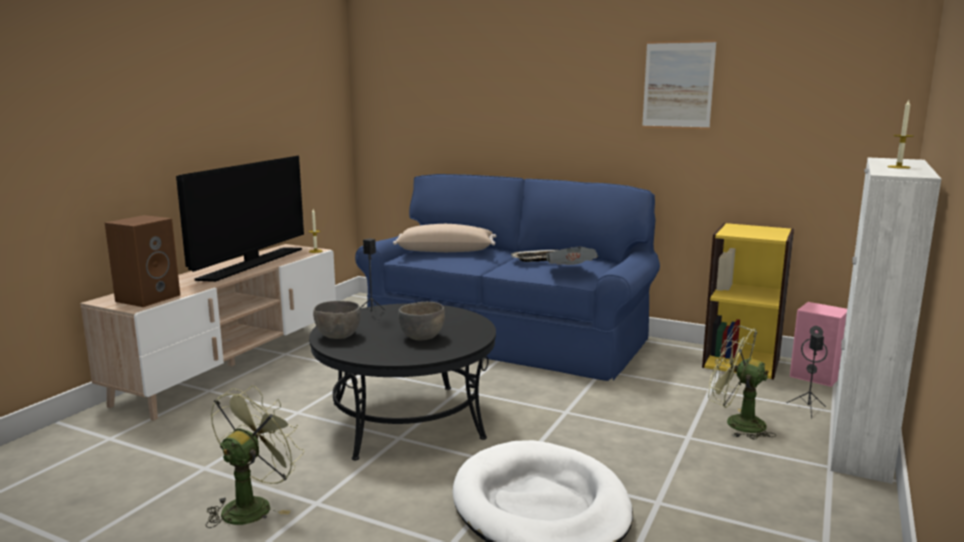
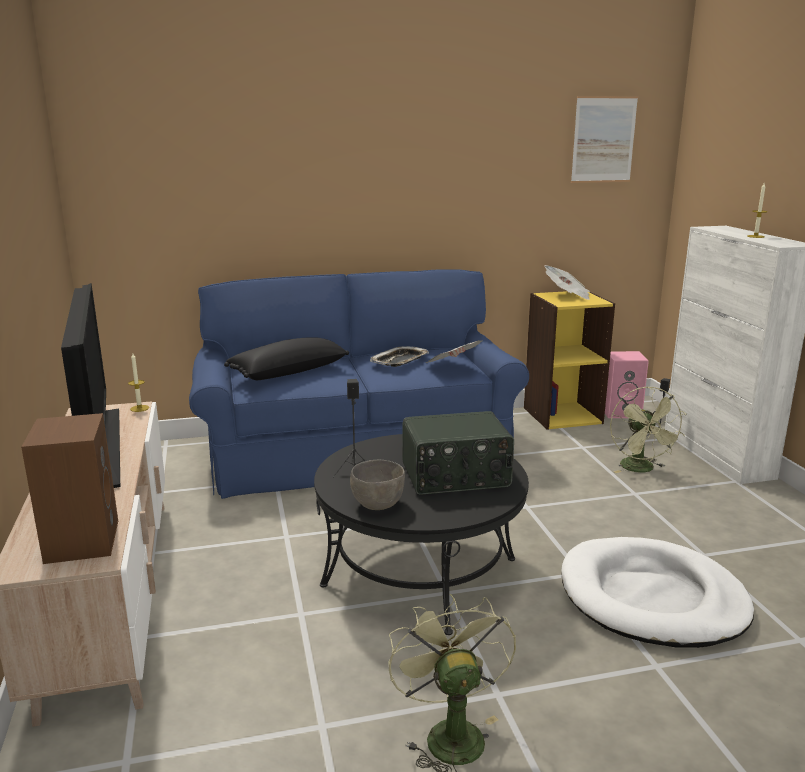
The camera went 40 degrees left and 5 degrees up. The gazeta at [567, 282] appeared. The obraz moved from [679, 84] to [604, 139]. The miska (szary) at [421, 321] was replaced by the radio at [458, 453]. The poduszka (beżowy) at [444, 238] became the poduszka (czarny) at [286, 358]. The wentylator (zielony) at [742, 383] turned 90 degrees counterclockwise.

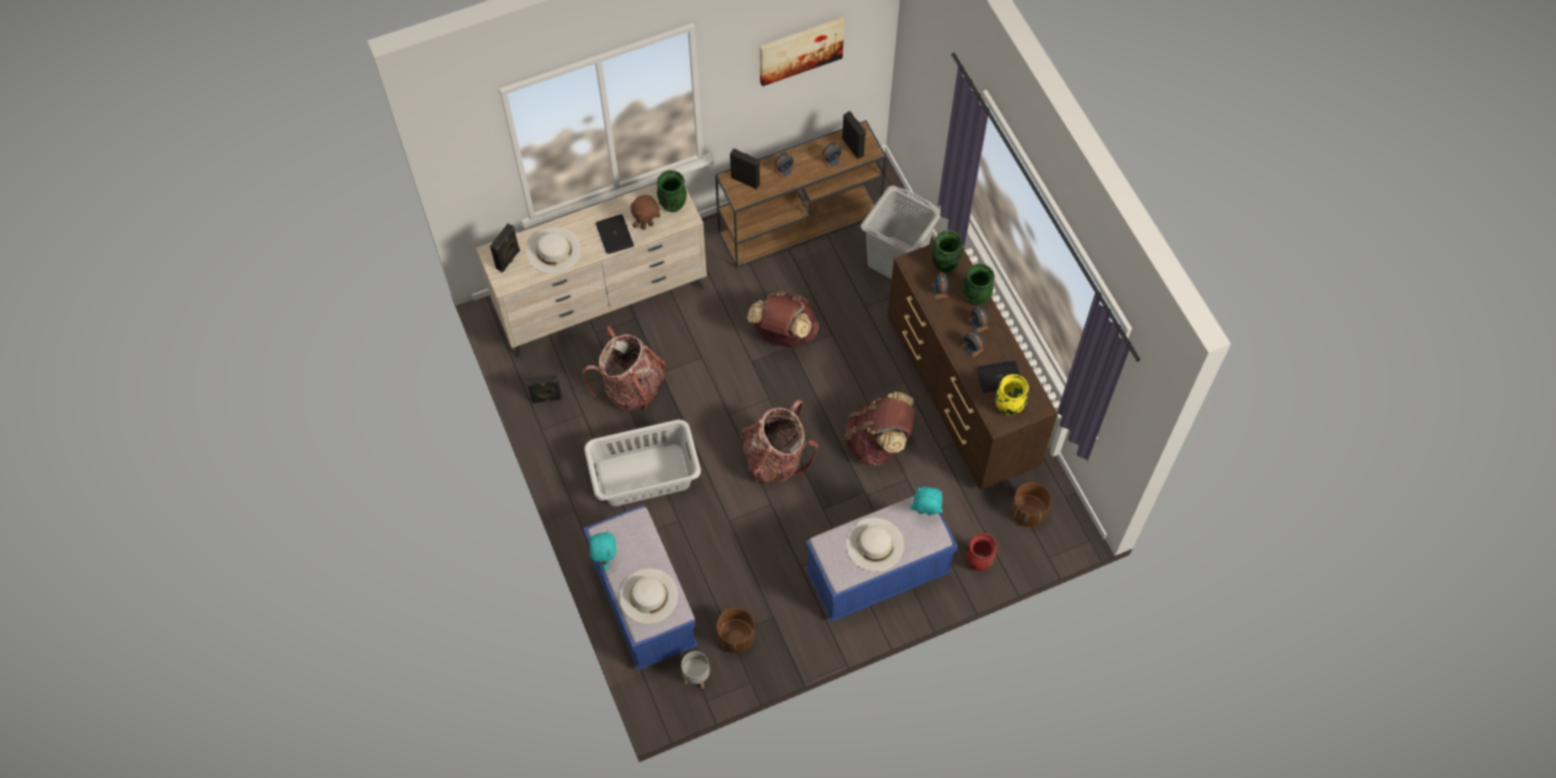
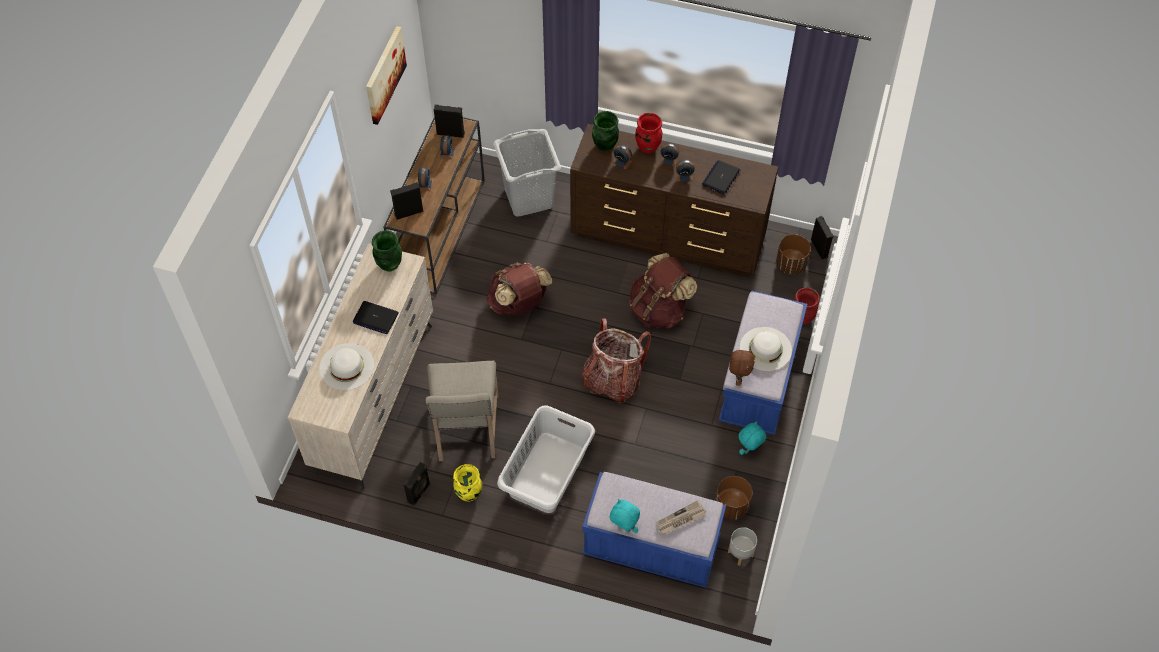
The camera went 50 degrees left and 5 degrees down. The głośnik (czarny) moved from [505, 248] to [822, 237]. The pluszak (brązowy) moved from [646, 212] to [742, 367]. The pluszak (turkusowy) moved from [927, 500] to [752, 438]. The wazon (żółty) moved from [1012, 395] to [467, 483]. The plecak at [624, 368] was replaced by the krzesło (beżowy) at [462, 411]. The kapelusz (biały) at [649, 596] was replaced by the gazeta at [681, 517]. The wazon (zielony) at [979, 284] became the wazon (czerwony) at [648, 133].

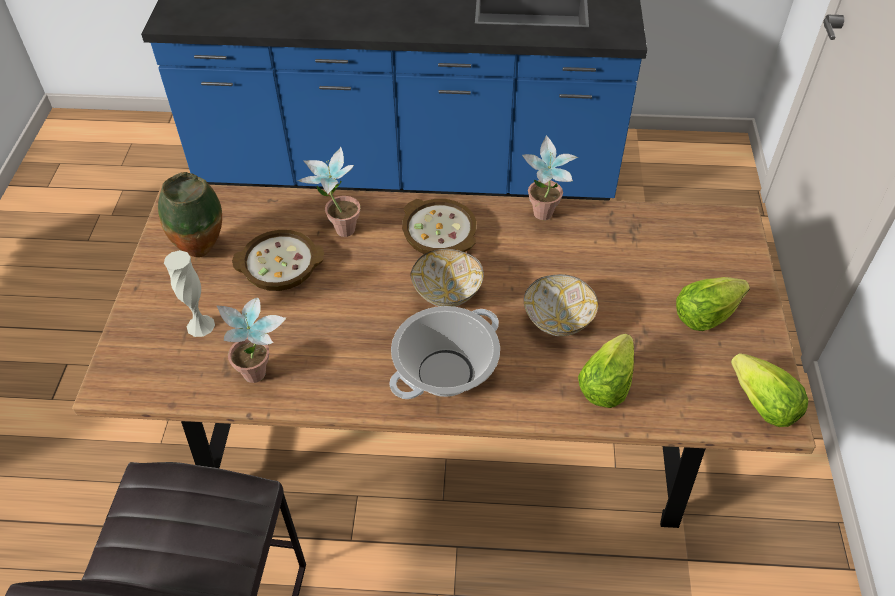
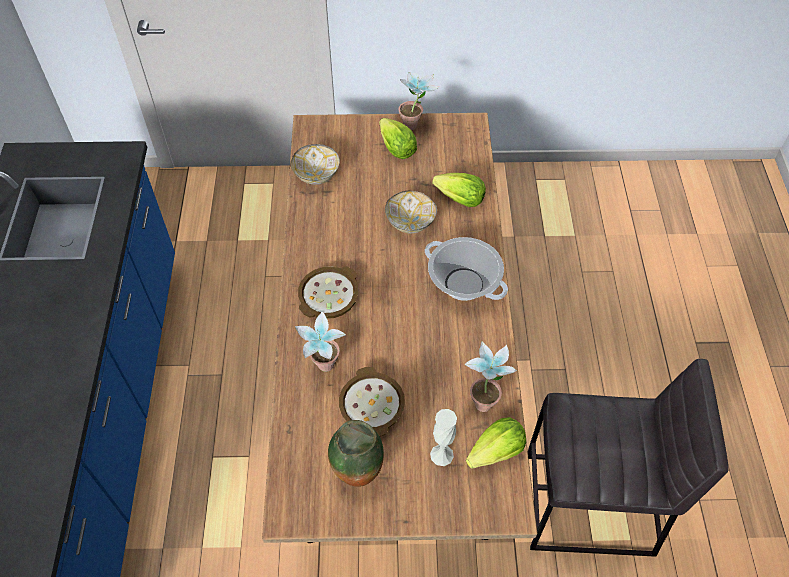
The camera went 95 degrees left and 5 degrees up. The miska moved from [447, 278] to [315, 164]. The roślina doniczkowa moved from [550, 177] to [419, 101]. The sałata moved from [769, 390] to [496, 443].

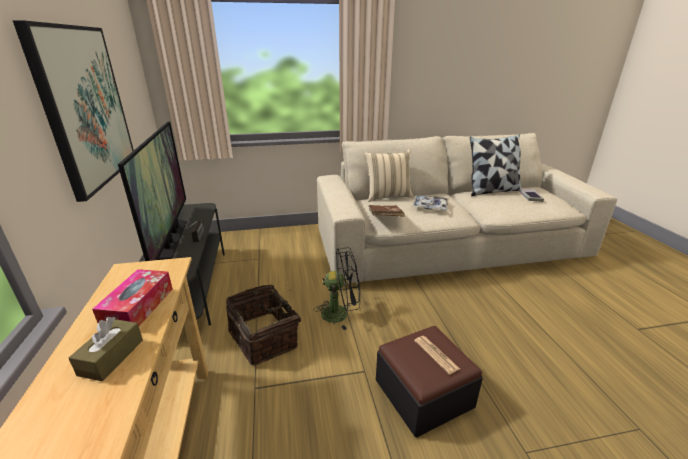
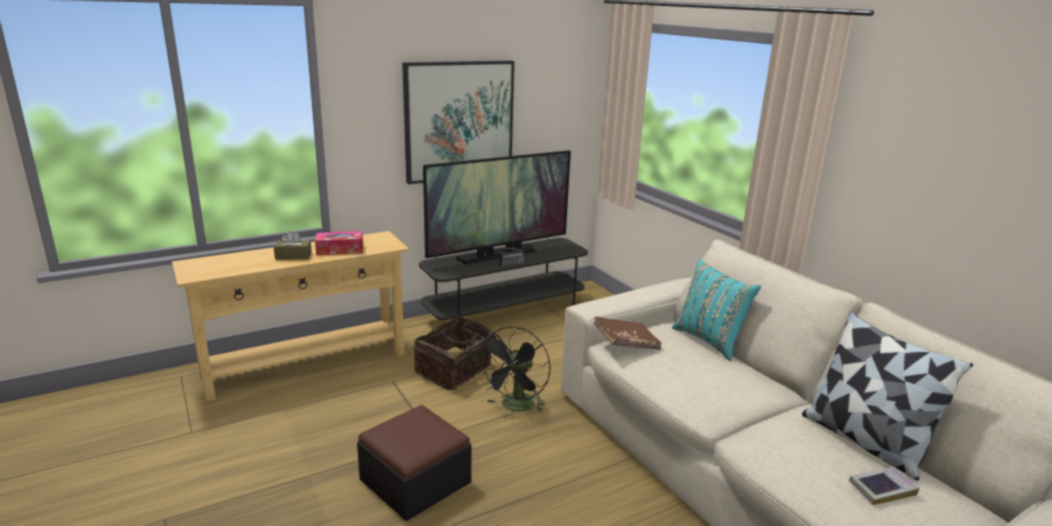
The camera went 70 degrees right and 5 degrees down. The taca at [430, 202] disappeared. The gazeta at [437, 355] disappeared. The poduszka (beżowy) at [389, 175] became the poduszka (turkusowy) at [716, 310]. The wentylator (czarny) at [336, 288] turned 45 degrees clockwise.

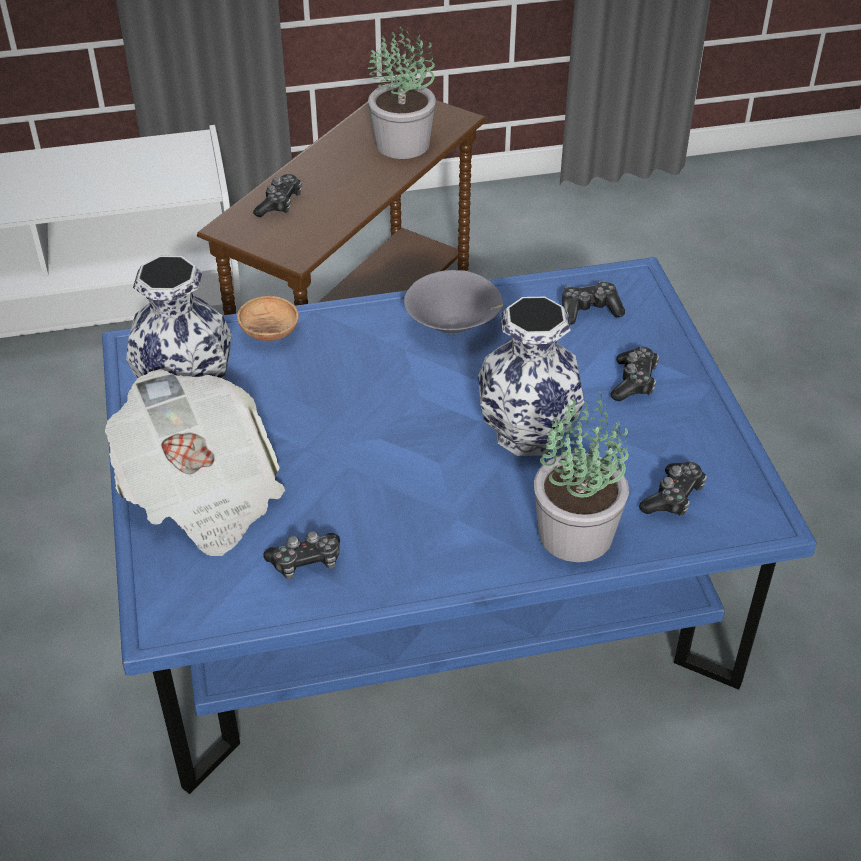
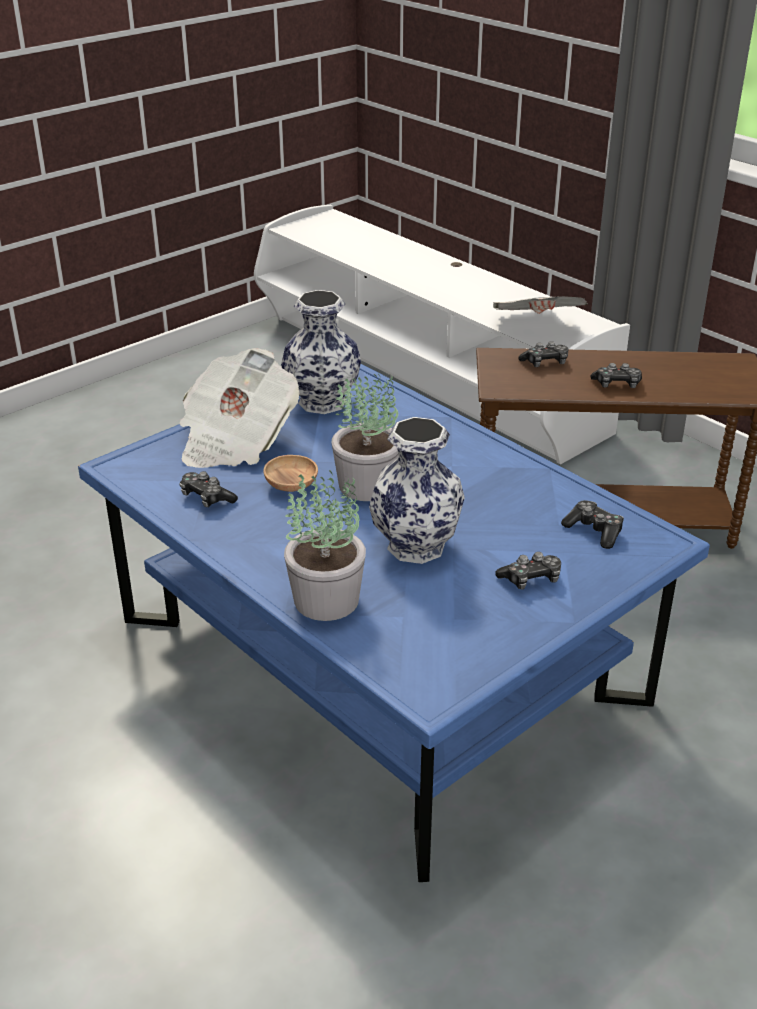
The camera went 60 degrees right and 10 degrees down. The miska (szary) at [453, 302] disappeared. The gazeta at [540, 305] appeared. The miska (brązowy) moved from [268, 318] to [290, 473]. The roślina doniczkowa moved from [402, 93] to [365, 437]. The pad do gier moved from [673, 489] to [616, 375].

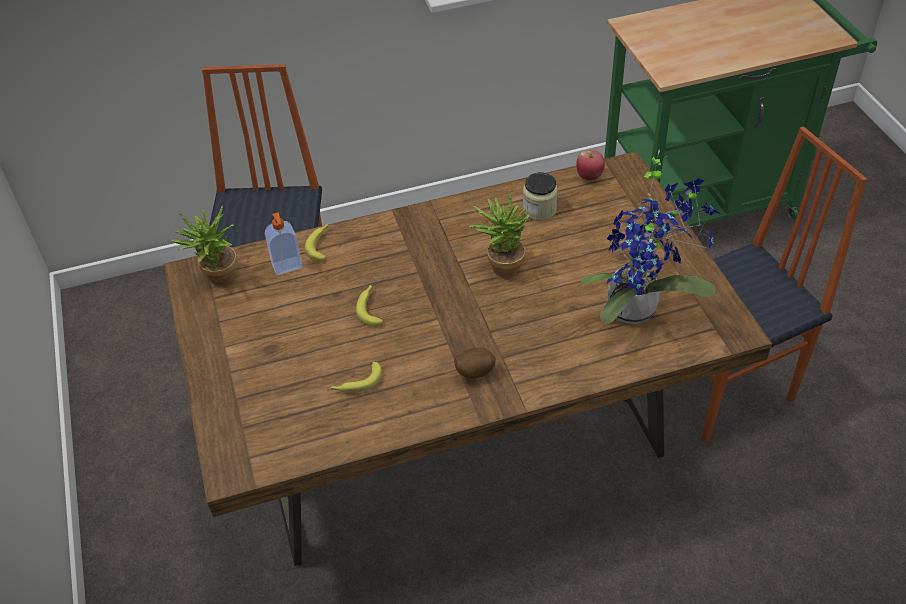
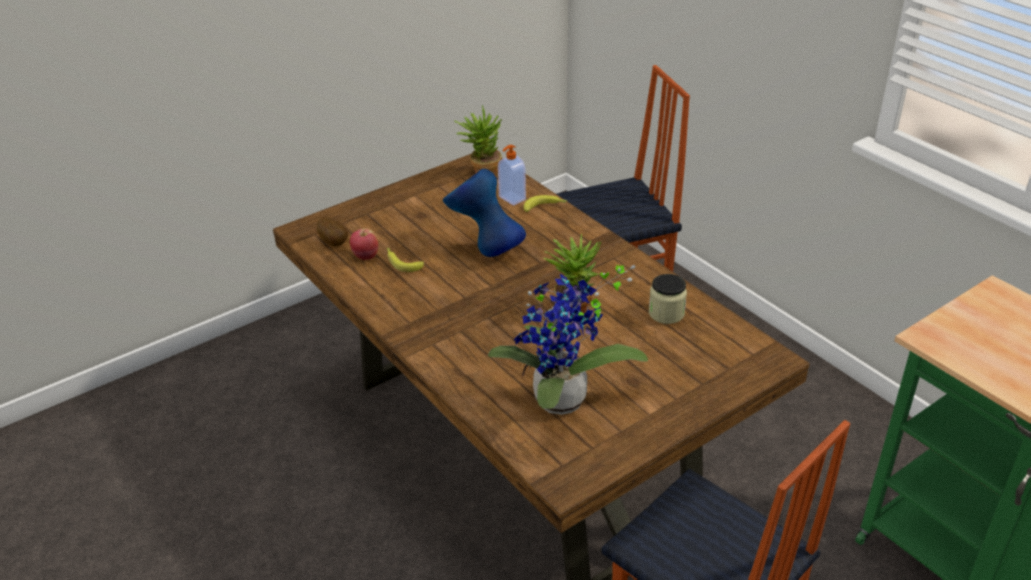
The camera went 70 degrees right and 10 degrees down. The ziemniak moved from [475, 362] to [332, 231]. The jabłko moved from [590, 166] to [364, 244]. The banan at [369, 305] was replaced by the wazon (niebieski) at [484, 213].

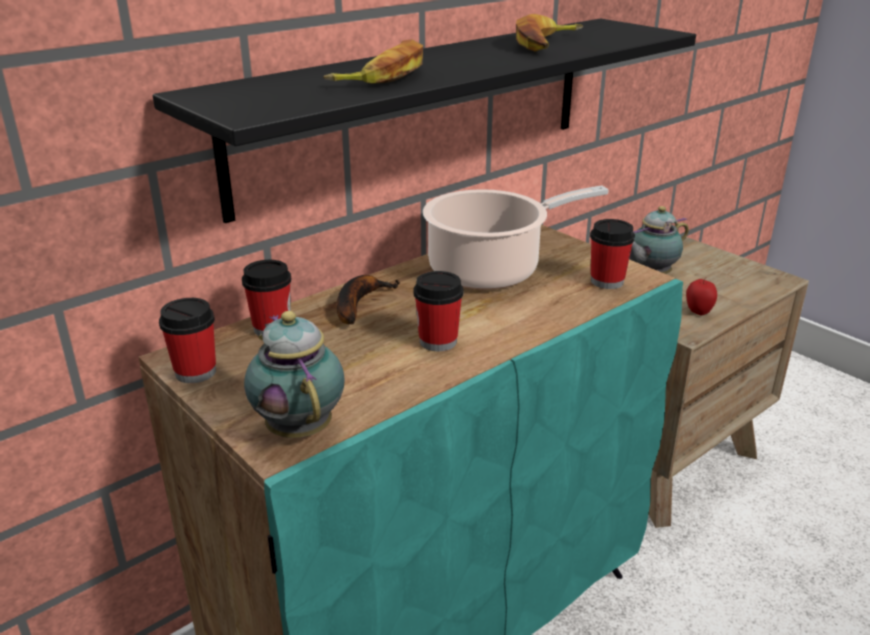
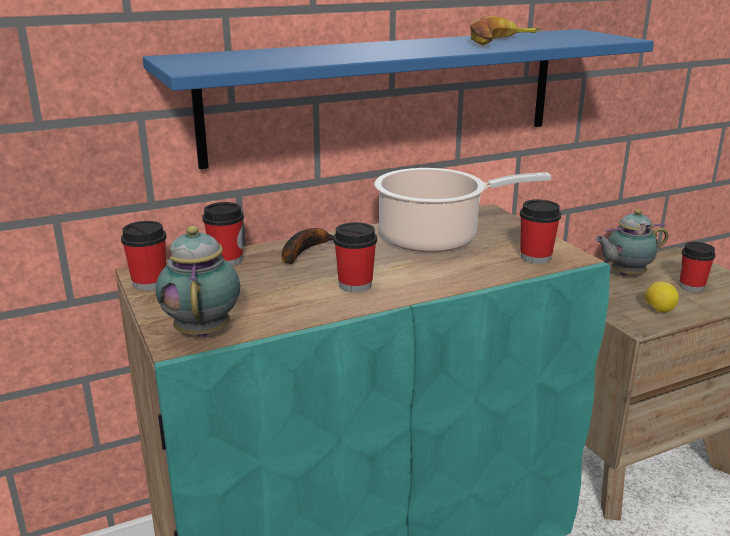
The camera went 15 degrees right and 5 degrees down. The banan at [373, 61] disappeared. The filiżanka at [697, 267] appeared. The jabłko at [701, 296] was replaced by the cytryna at [662, 296]. The półka (czarny) at [424, 120] became the półka (niebieski) at [398, 99].

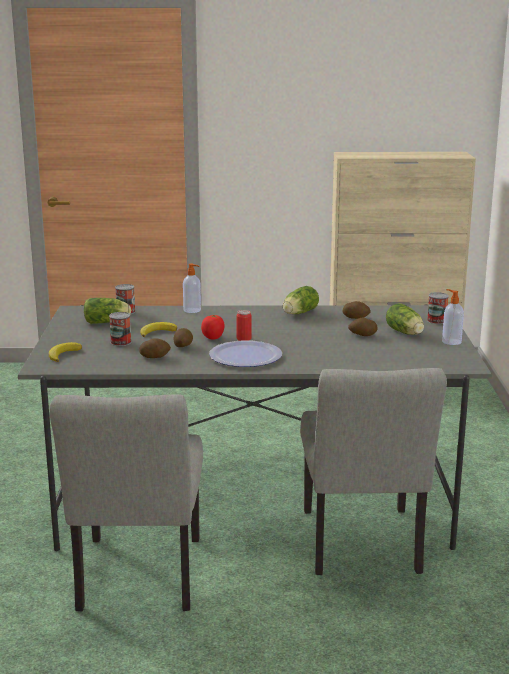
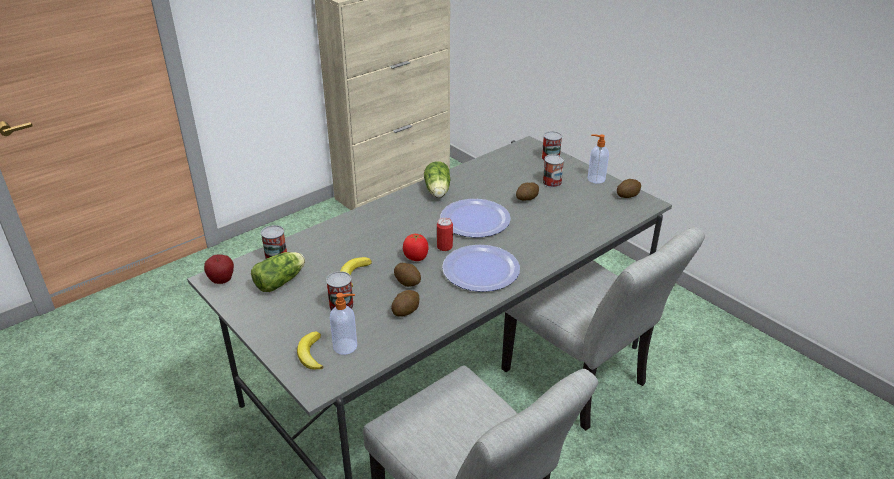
The camera went 40 degrees left and 15 degrees up. The jabłko at [219, 269] appeared. The talerz at [475, 218] appeared. The dozownik mydła moved from [192, 288] to [343, 324]. The ziemniak moved from [356, 310] to [629, 188]. The sałata at [405, 319] was replaced by the puszka at [553, 171].

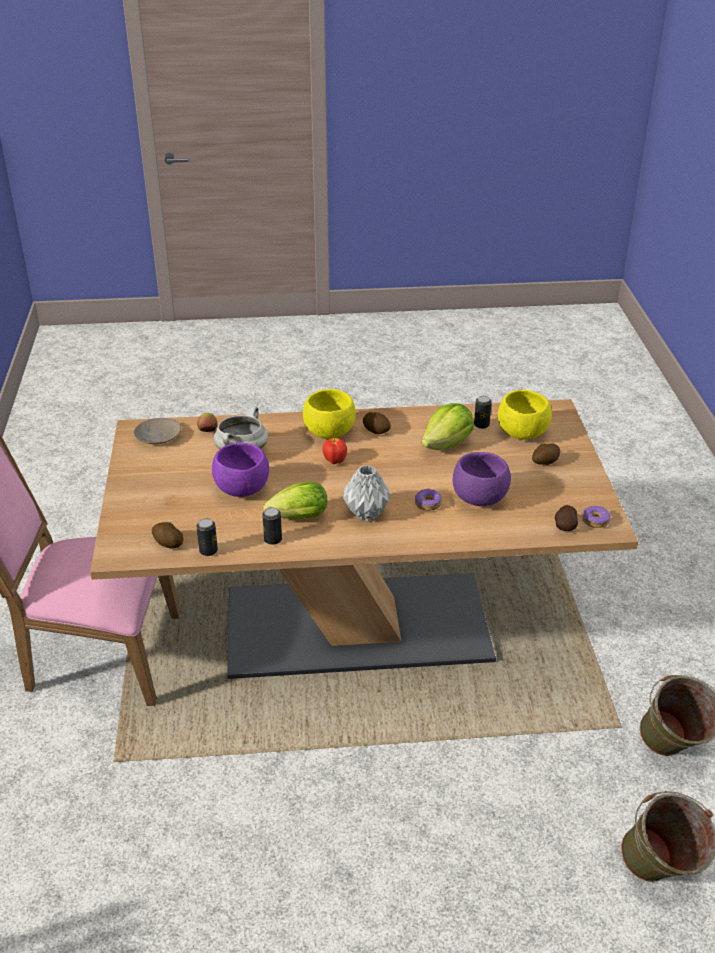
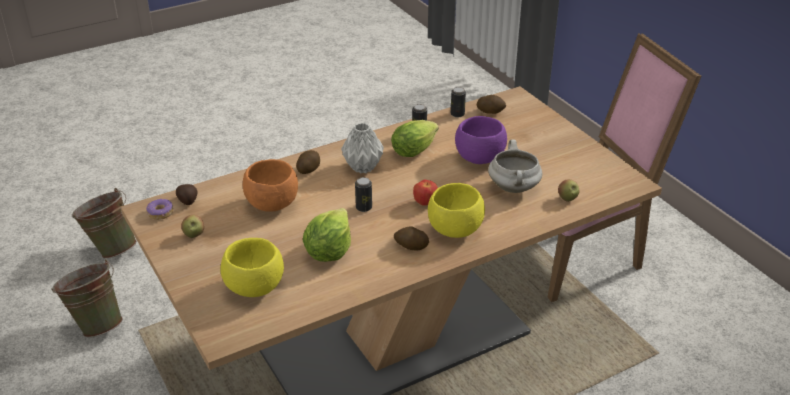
The camera went 155 degrees right and 0 degrees up. The talerz (beżowy) at [157, 431] disappeared. The donut at [428, 500] disappeared. The jabłko at [192, 226] appeared. The puszka moved from [483, 412] to [363, 194]. The ziemniak moved from [546, 454] to [308, 162]. The miska (fioletowy) at [481, 479] became the miska (pomarańczowy) at [270, 185].

